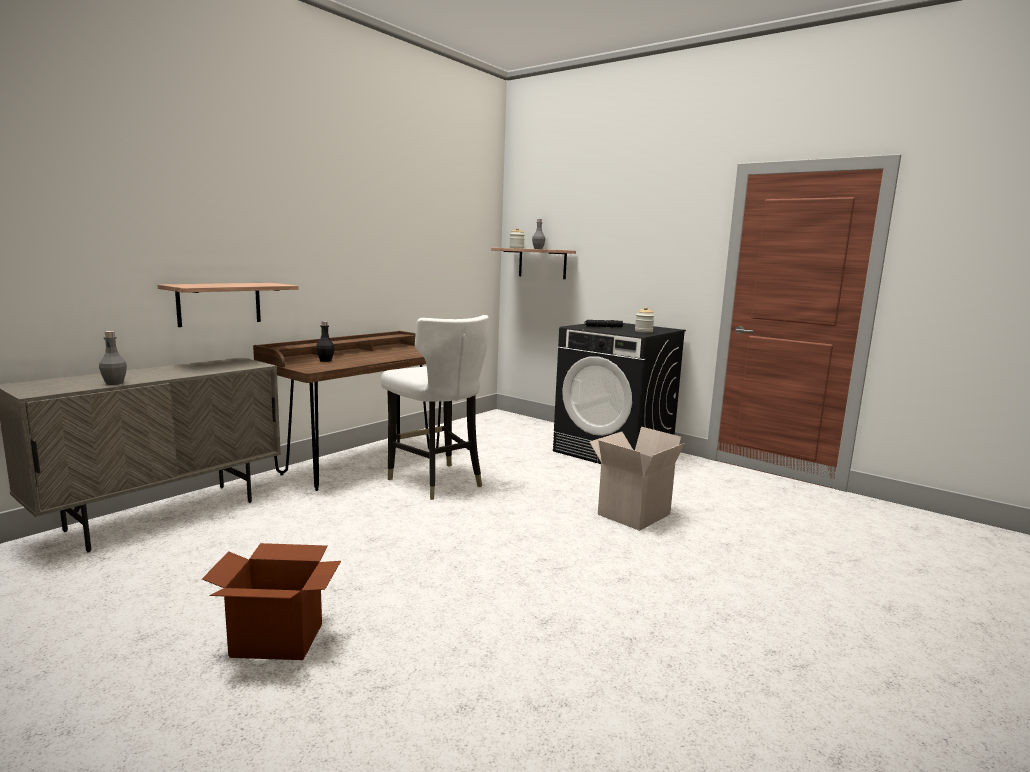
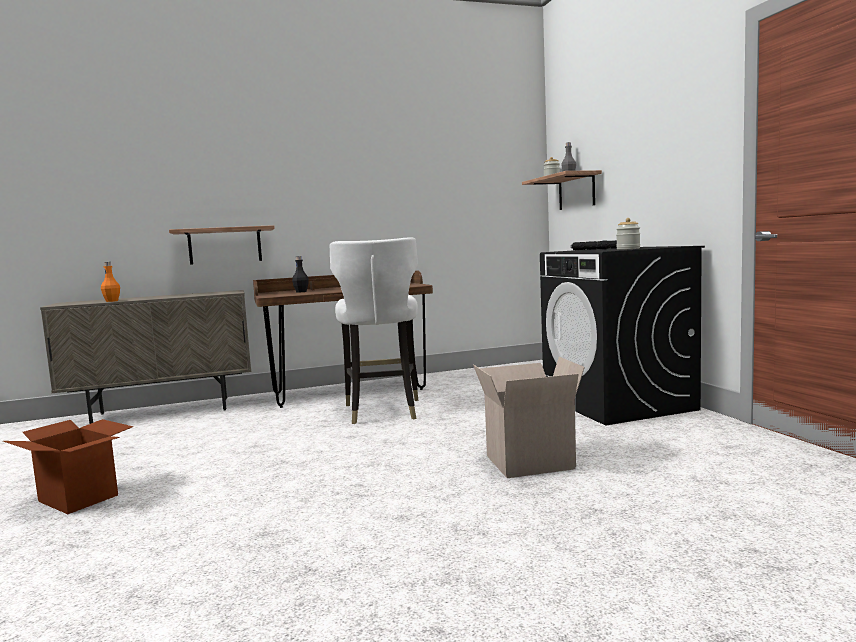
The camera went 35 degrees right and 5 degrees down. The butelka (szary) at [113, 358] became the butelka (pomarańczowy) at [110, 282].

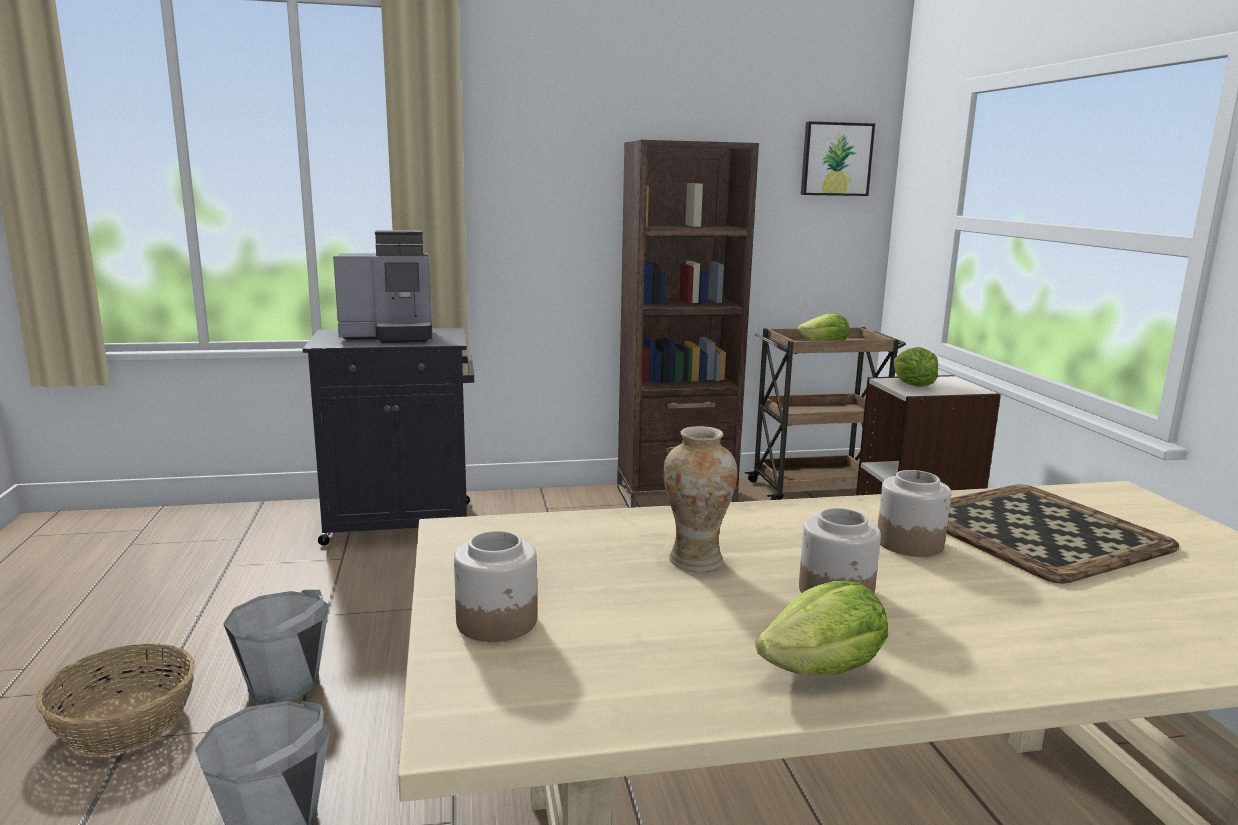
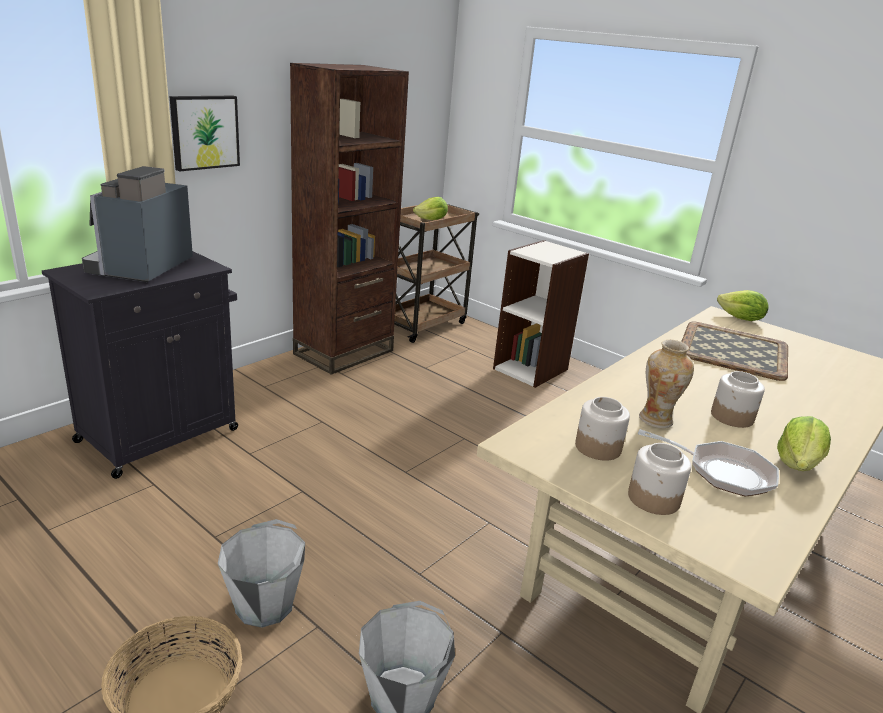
The camera went 40 degrees left and 10 degrees up. The patelnia at [708, 463] appeared. The obraz moved from [838, 158] to [204, 133]. The słoik moved from [914, 513] to [602, 429]. The sałata moved from [916, 367] to [742, 305]. The ekspres do kawy at [382, 286] turned 150 degrees clockwise.

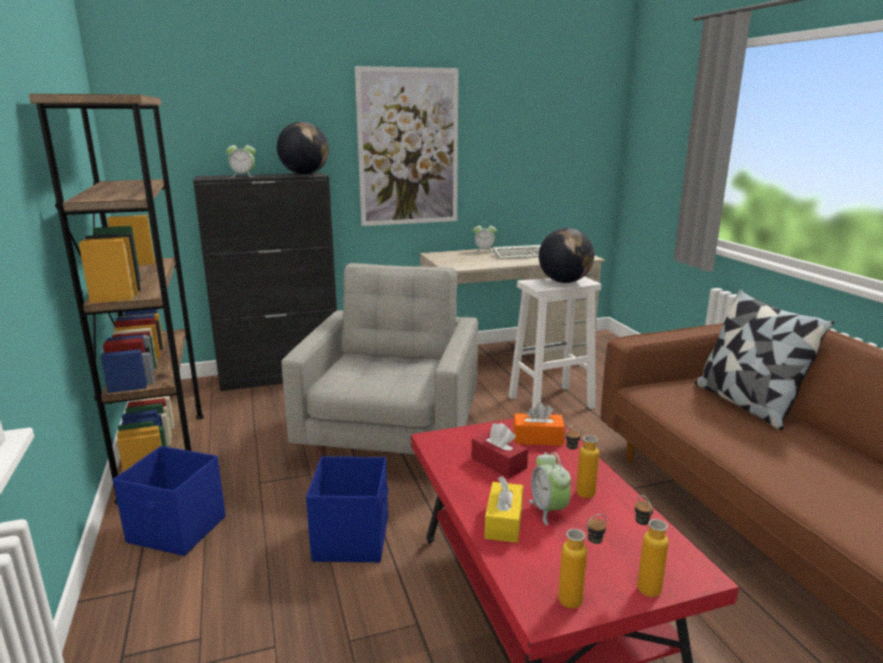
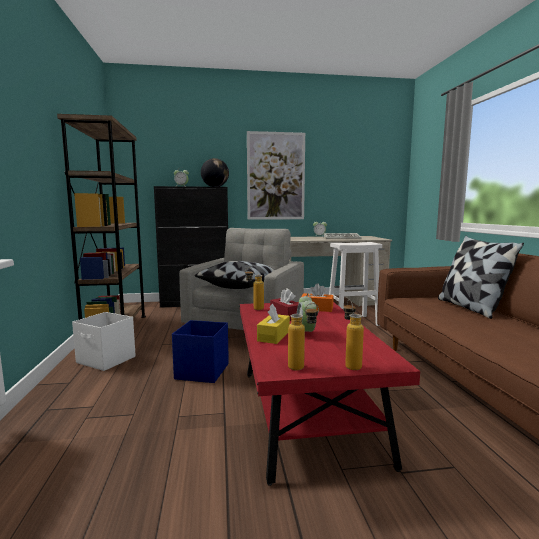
The camera went 10 degrees right and 10 degrees down. The globus at [566, 255] disappeared. The poduszka at [235, 275] appeared. The butelka moved from [582, 462] to [254, 289]. The pojemnik do przechowywania (niebieski) at [169, 501] became the pojemnik do przechowywania (biały) at [104, 341].

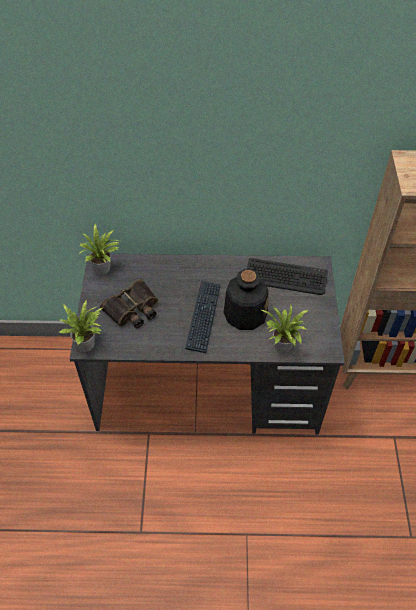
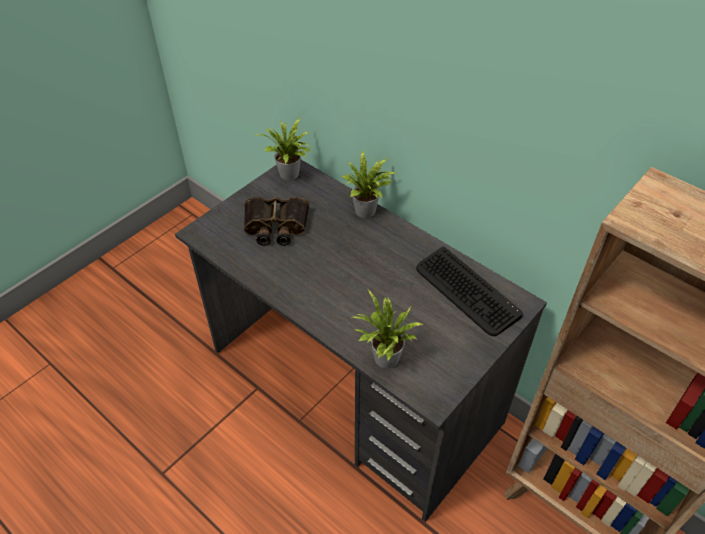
The camera went 40 degrees right and 5 degrees down. The klawiatura at [203, 317] disappeared. The butelka at [246, 299] disappeared. The roślina doniczkowa moved from [81, 326] to [369, 184].

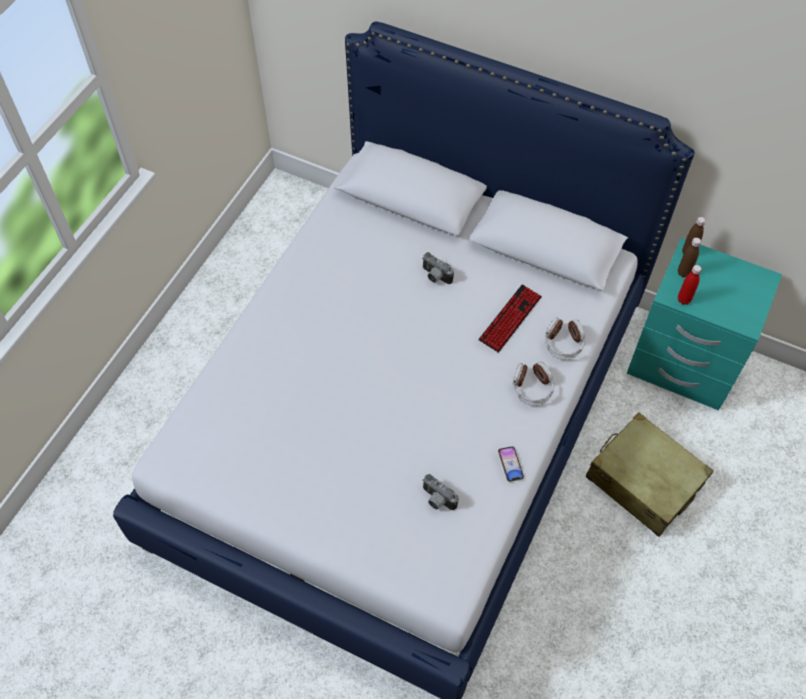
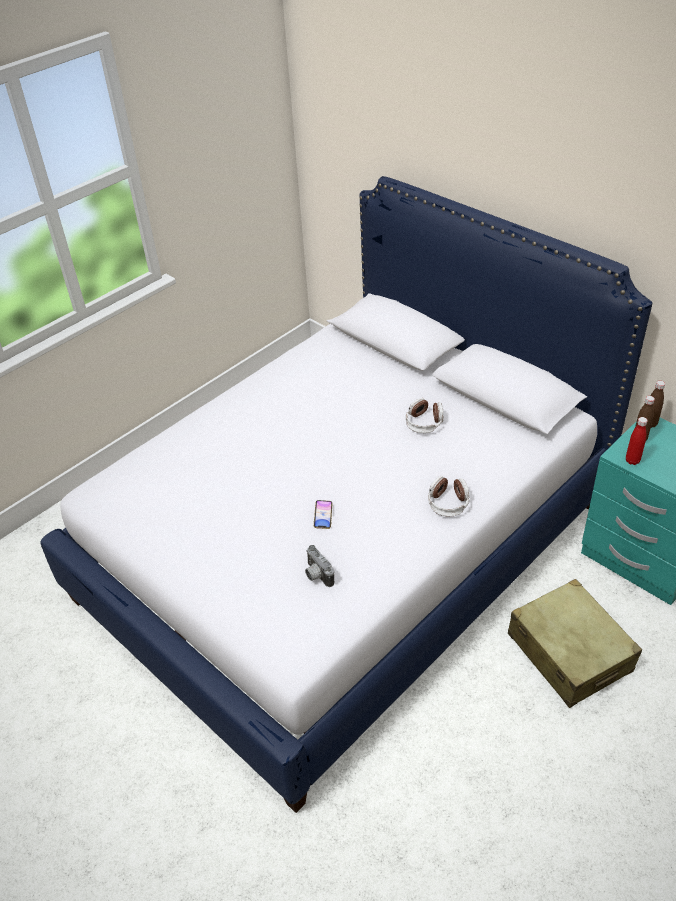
The camera went 20 degrees right and 15 degrees down. The aparat fotograficzny at [438, 268] disappeared. The klawiatura at [510, 318] disappeared. The telefon moved from [511, 464] to [323, 514]. The słuchawki moved from [565, 338] to [424, 415].

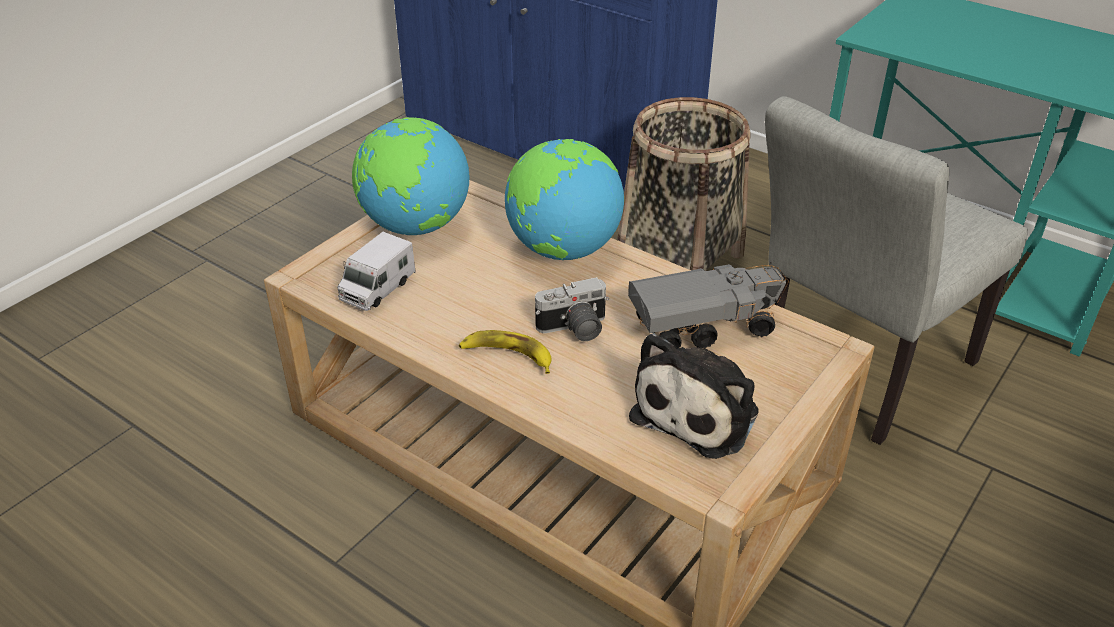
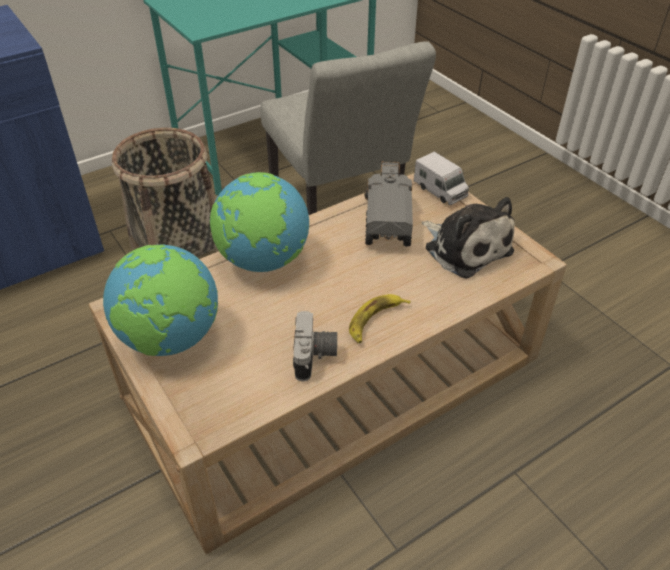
The camera went 70 degrees left and 5 degrees up. The ciężarówka zabawkowa moved from [376, 271] to [441, 178]. The aparat fotograficzny moved from [572, 309] to [315, 346].

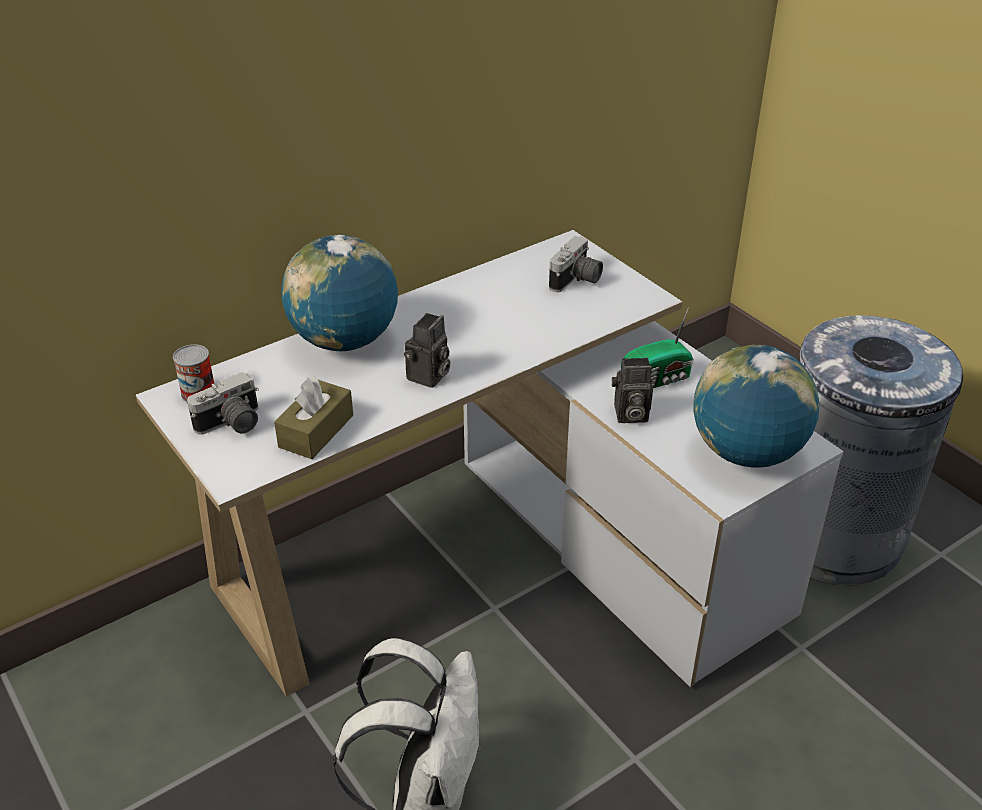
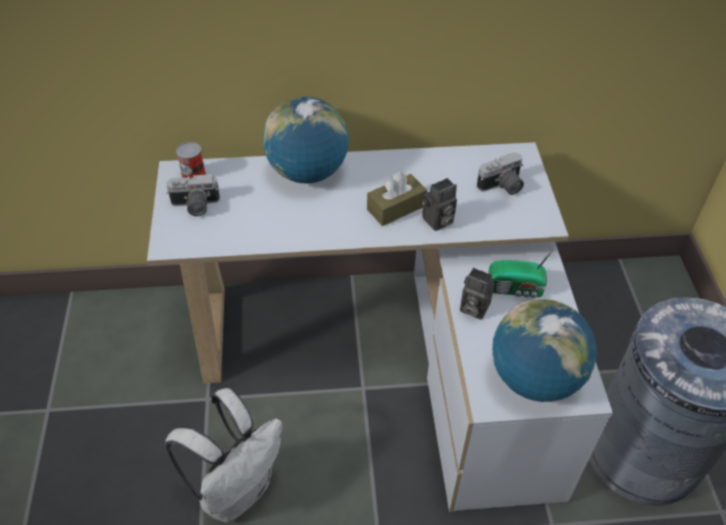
The camera went 30 degrees right and 10 degrees up. The pudełko chusteczek (brązowy) moved from [313, 417] to [397, 199]. The aparat fotograficzny moved from [427, 350] to [439, 204].

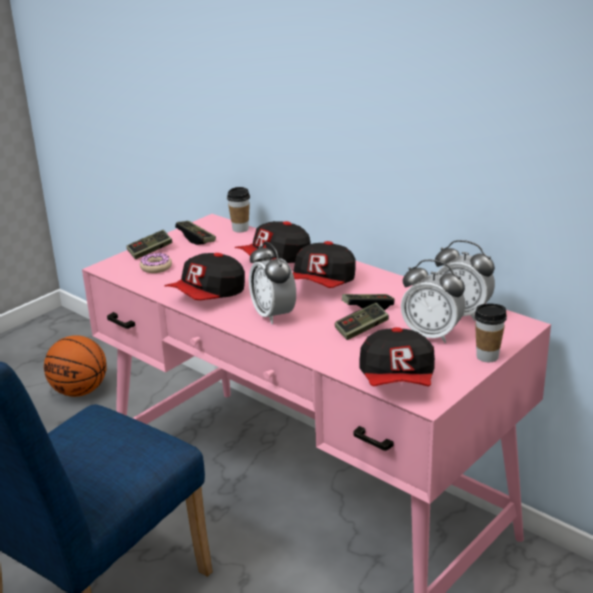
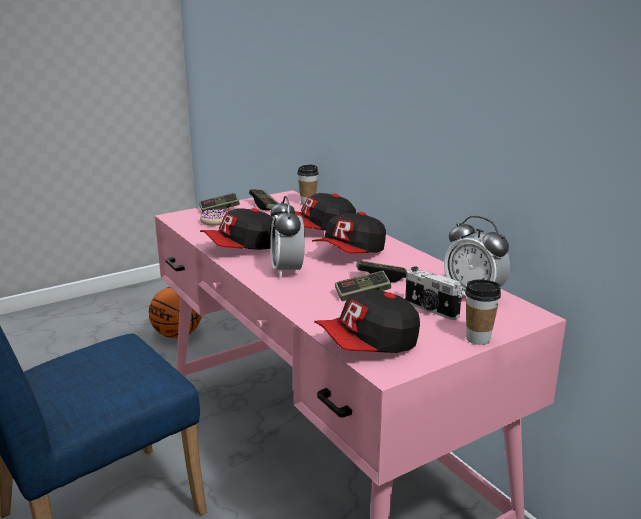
The camera went 15 degrees right and 5 degrees down. The budzik at [433, 301] was replaced by the aparat fotograficzny at [433, 293]. The czapka z daszkiem at [397, 357] turned 45 degrees clockwise.

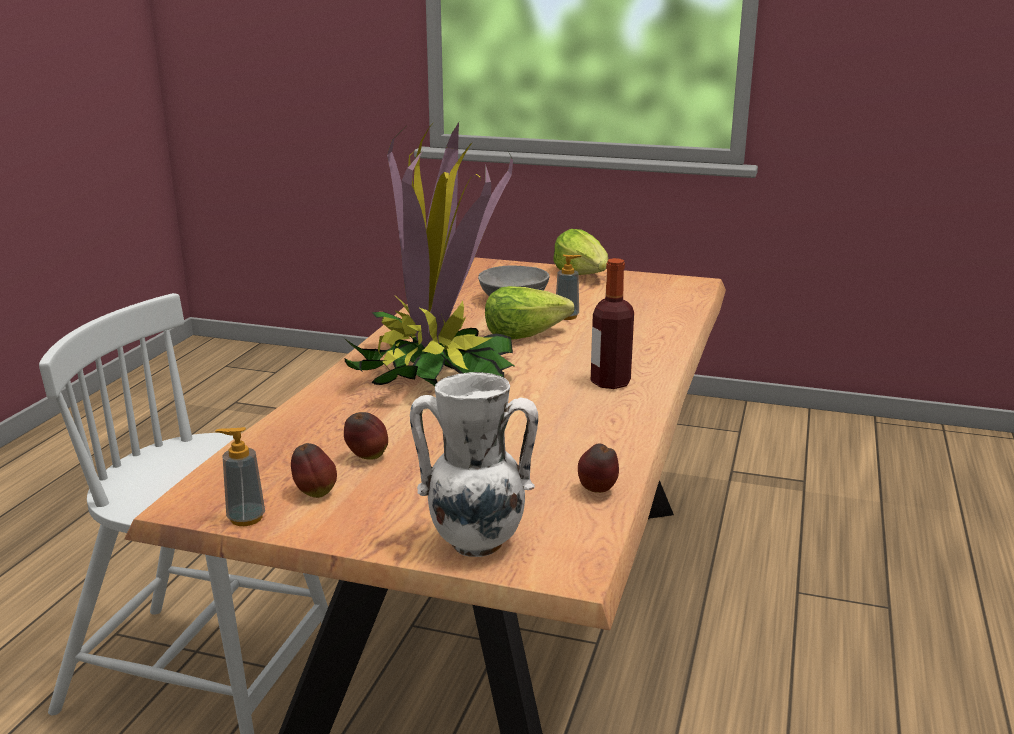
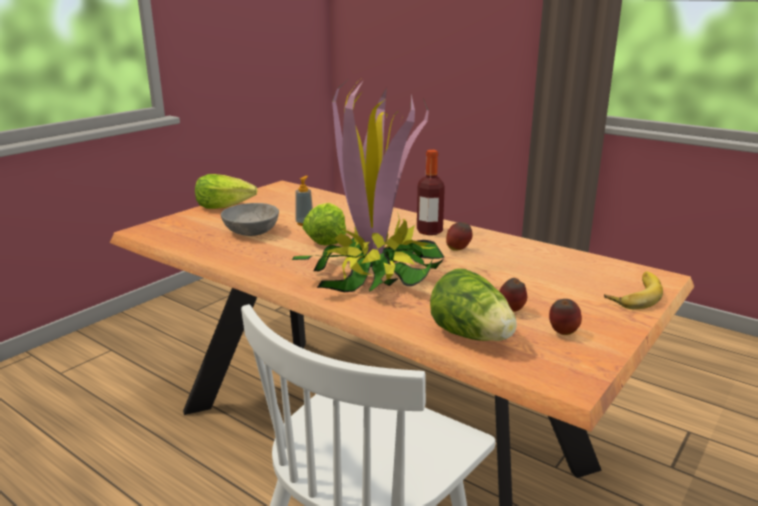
The camera went 70 degrees left and 0 degrees up. The dozownik mydła at [240, 476] disappeared. The sałata at [473, 305] appeared. The jabłko moved from [598, 468] to [459, 236]. The wazon (biały) at [474, 464] was replaced by the banan at [633, 290].

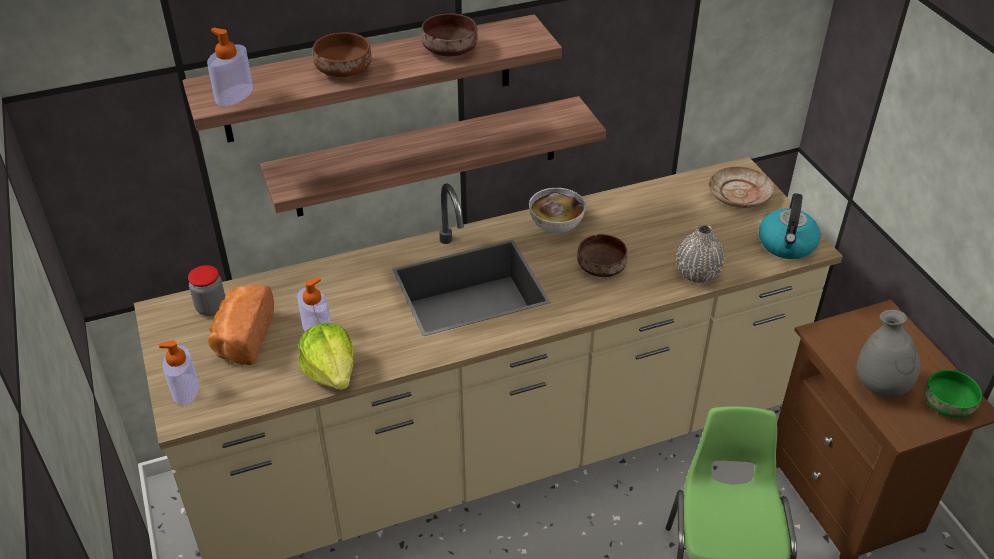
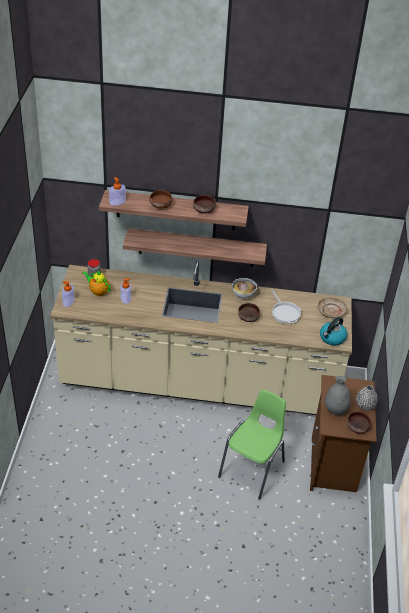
The camera went 25 degrees right and 0 degrees up. The sałata at [326, 356] disappeared. The patelnia at [286, 307] appeared. The wazon (szary) moved from [700, 253] to [367, 397]. The chleb at [241, 324] was replaced by the imbryk at [96, 283]. The miska (zielony) at [953, 394] became the miska (brązowy) at [359, 422].

